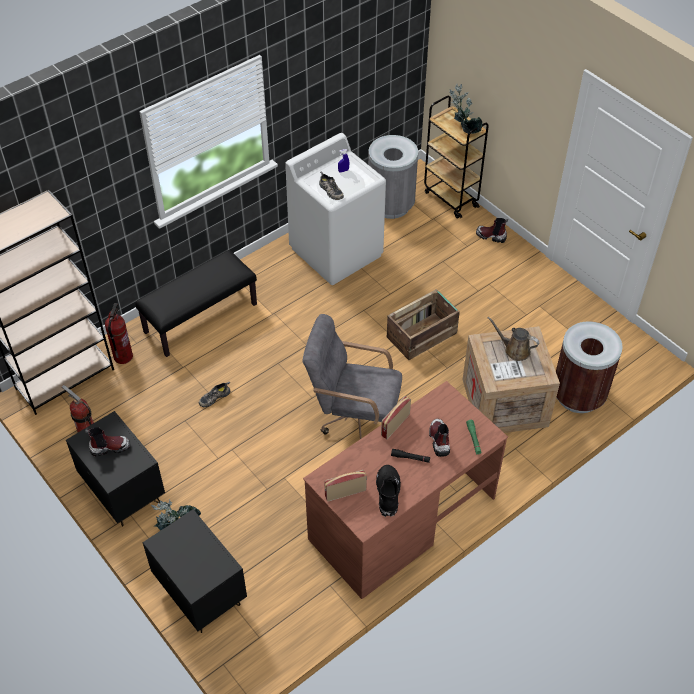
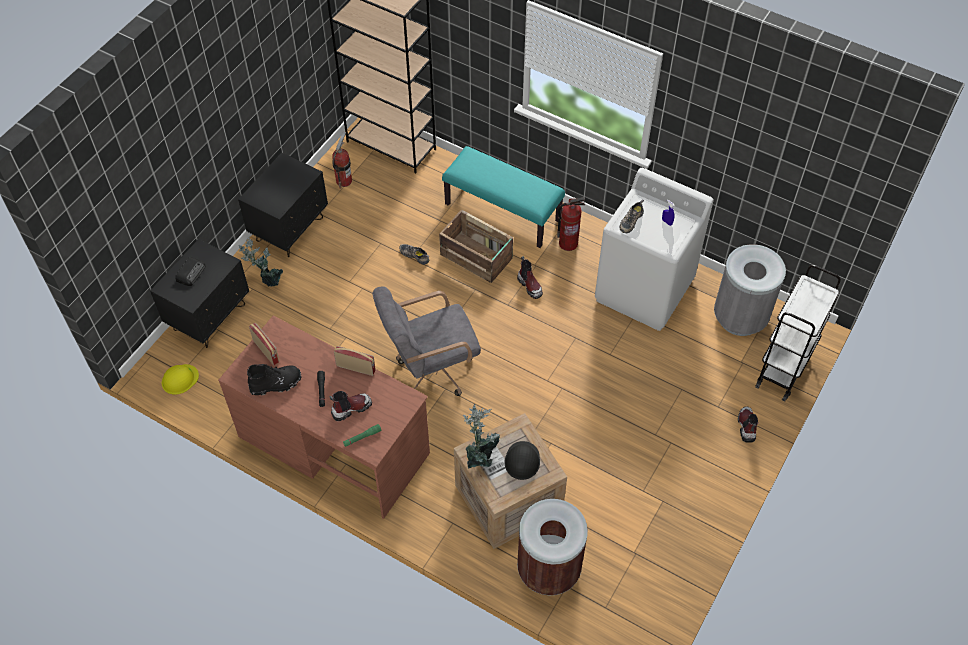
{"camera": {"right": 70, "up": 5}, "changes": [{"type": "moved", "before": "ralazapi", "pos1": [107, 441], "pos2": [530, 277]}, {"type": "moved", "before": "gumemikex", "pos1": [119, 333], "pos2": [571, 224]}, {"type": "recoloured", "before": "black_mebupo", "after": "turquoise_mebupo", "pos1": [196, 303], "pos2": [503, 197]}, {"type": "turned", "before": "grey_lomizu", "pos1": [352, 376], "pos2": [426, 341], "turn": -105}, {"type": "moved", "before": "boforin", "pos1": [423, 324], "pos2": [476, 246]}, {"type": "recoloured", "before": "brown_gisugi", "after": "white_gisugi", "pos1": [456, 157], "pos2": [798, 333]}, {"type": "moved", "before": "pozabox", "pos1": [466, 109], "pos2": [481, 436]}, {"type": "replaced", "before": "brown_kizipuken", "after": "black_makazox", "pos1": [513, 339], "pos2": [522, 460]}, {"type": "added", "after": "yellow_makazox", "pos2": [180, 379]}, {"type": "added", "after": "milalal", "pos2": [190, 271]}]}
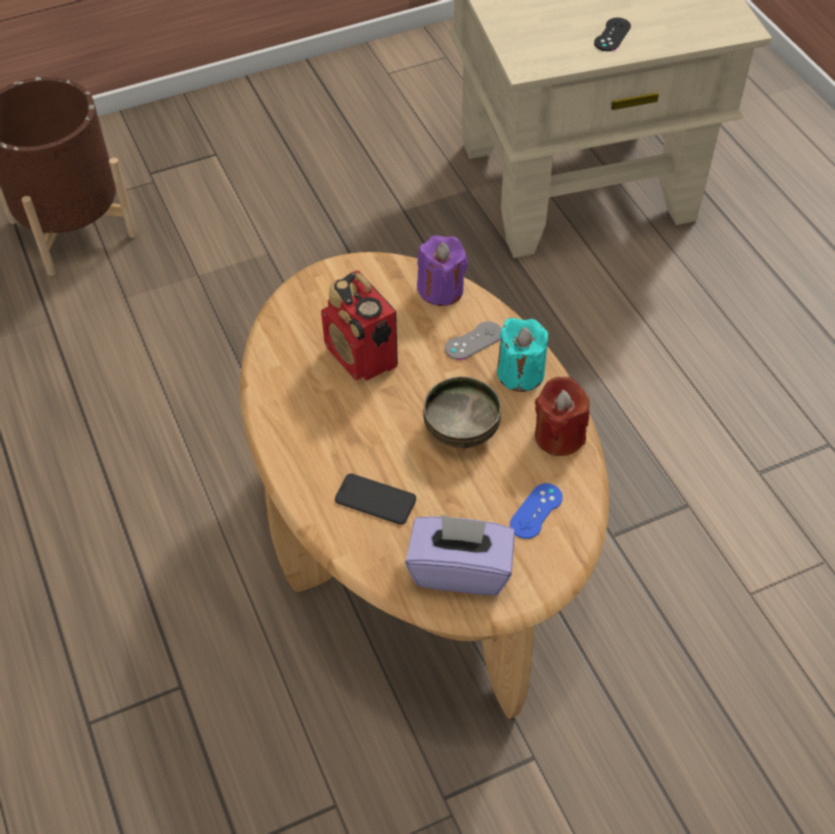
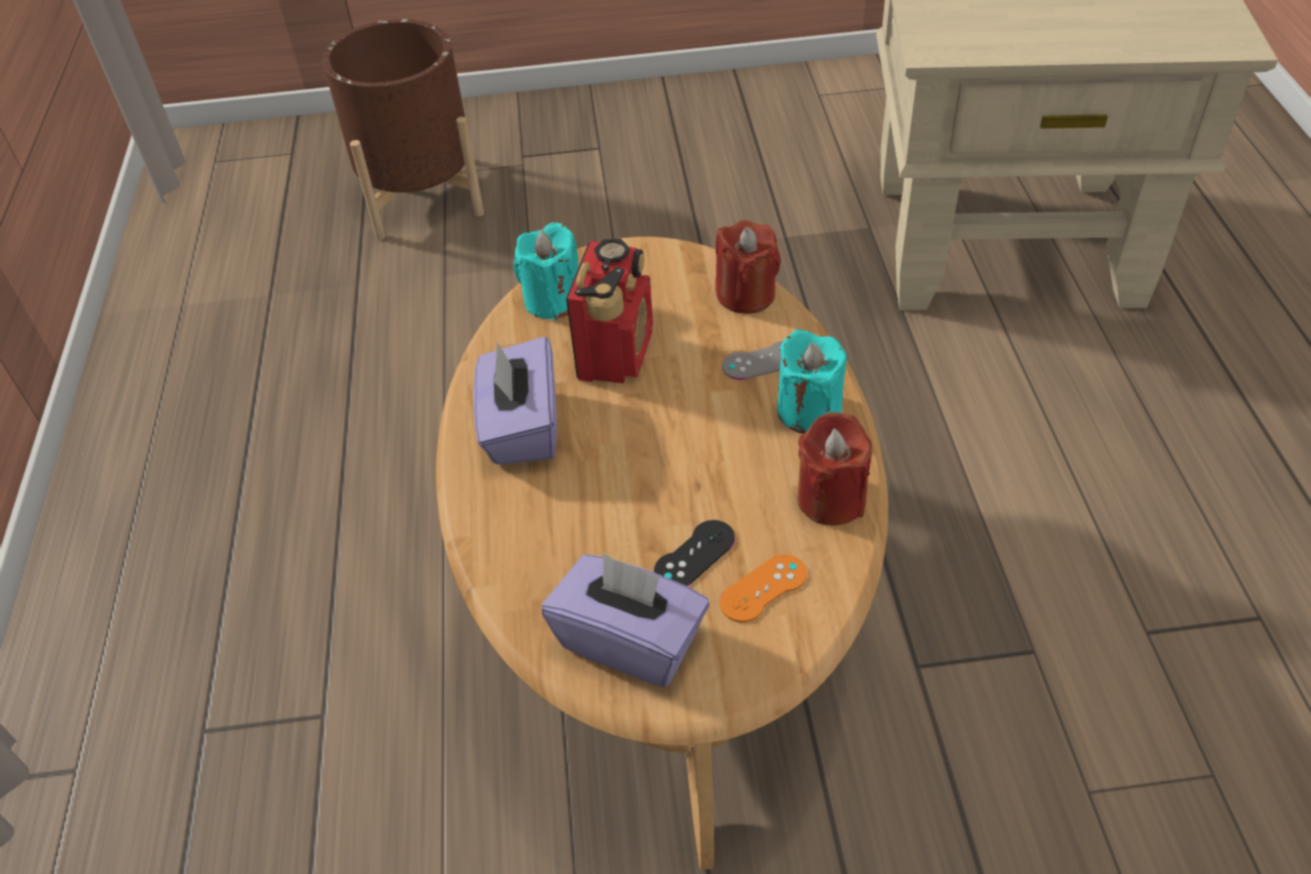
{"camera": {"right": 20, "up": -5}, "changes": [{"type": "turned", "before": "milalal", "pos1": [359, 325], "pos2": [609, 311], "turn": -150}, {"type": "removed", "before": "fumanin", "pos1": [375, 499]}, {"type": "recoloured", "before": "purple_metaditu", "after": "red_metaditu", "pos1": [442, 270], "pos2": [748, 267]}, {"type": "removed", "before": "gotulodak", "pos1": [462, 412]}, {"type": "recoloured", "before": "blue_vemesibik", "after": "orange_vemesibik", "pos1": [536, 511], "pos2": [763, 588]}, {"type": "moved", "before": "black_vemesibik", "pos1": [612, 34], "pos2": [694, 553]}, {"type": "added", "after": "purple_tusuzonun", "pos2": [515, 400]}, {"type": "added", "after": "turquoise_metaditu", "pos2": [546, 271]}]}
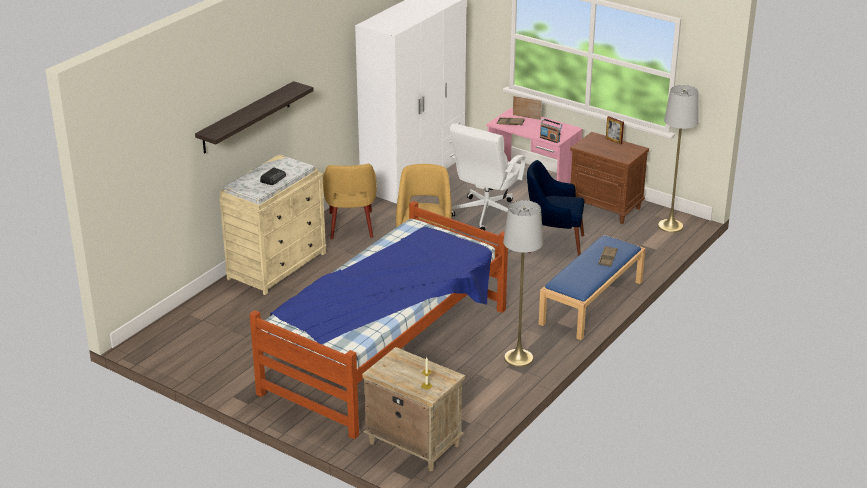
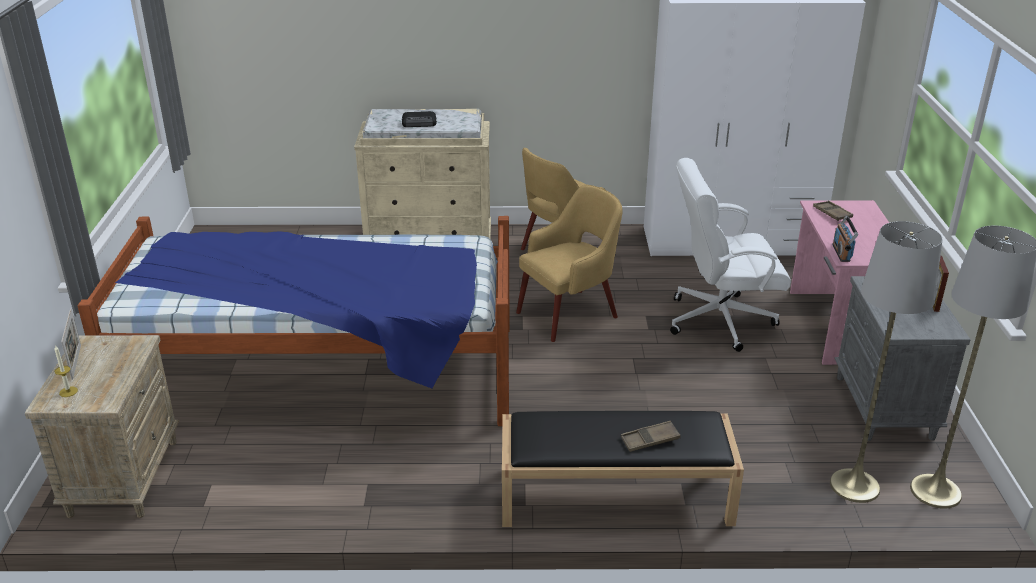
{"camera": {"right": 55, "up": 0}, "changes": [{"type": "removed", "before": "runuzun", "pos1": [254, 117]}, {"type": "moved", "before": "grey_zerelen", "pos1": [523, 283], "pos2": [886, 362]}, {"type": "moved", "before": "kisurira", "pos1": [527, 108], "pos2": [71, 344]}, {"type": "removed", "before": "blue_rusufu", "pos1": [555, 208]}, {"type": "recoloured", "before": "blue_mebupo", "after": "black_mebupo", "pos1": [592, 287], "pos2": [623, 469]}, {"type": "recoloured", "before": "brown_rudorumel", "after": "grey_rudorumel", "pos1": [609, 178], "pos2": [902, 358]}]}
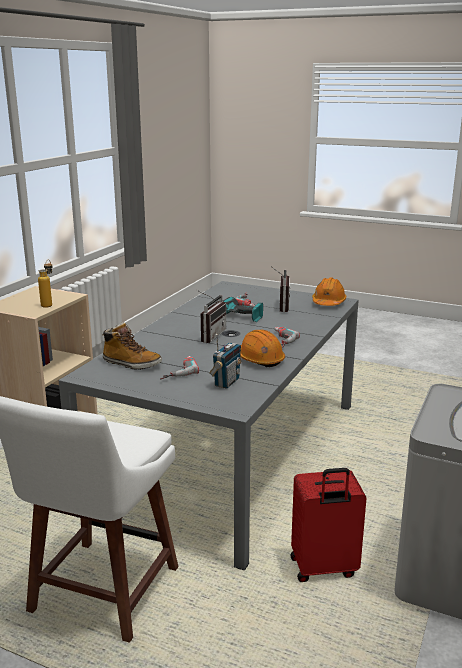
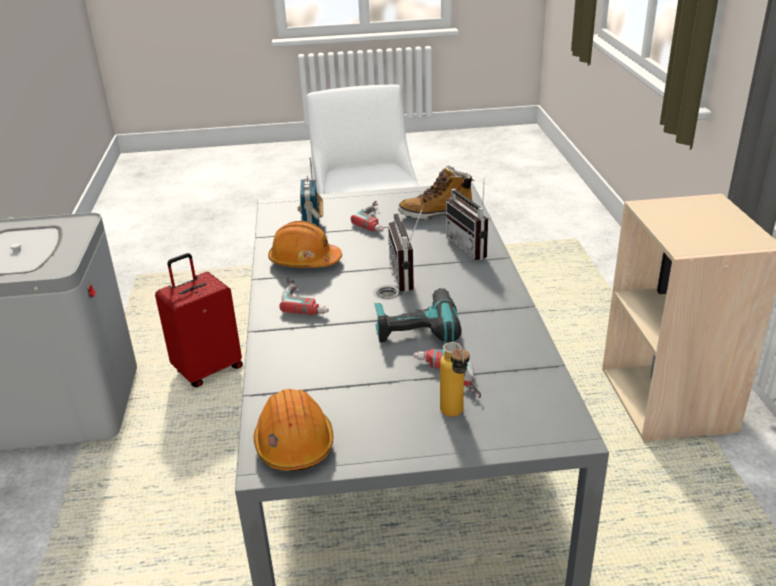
{"camera": {"right": 150, "up": 10}, "changes": [{"type": "moved", "before": "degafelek", "pos1": [45, 284], "pos2": [454, 379]}, {"type": "moved", "before": "milalal", "pos1": [280, 289], "pos2": [467, 219]}]}
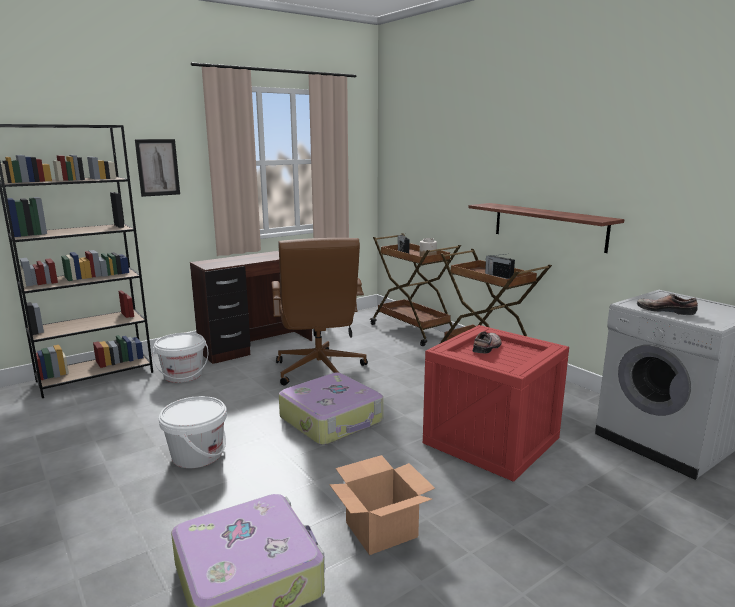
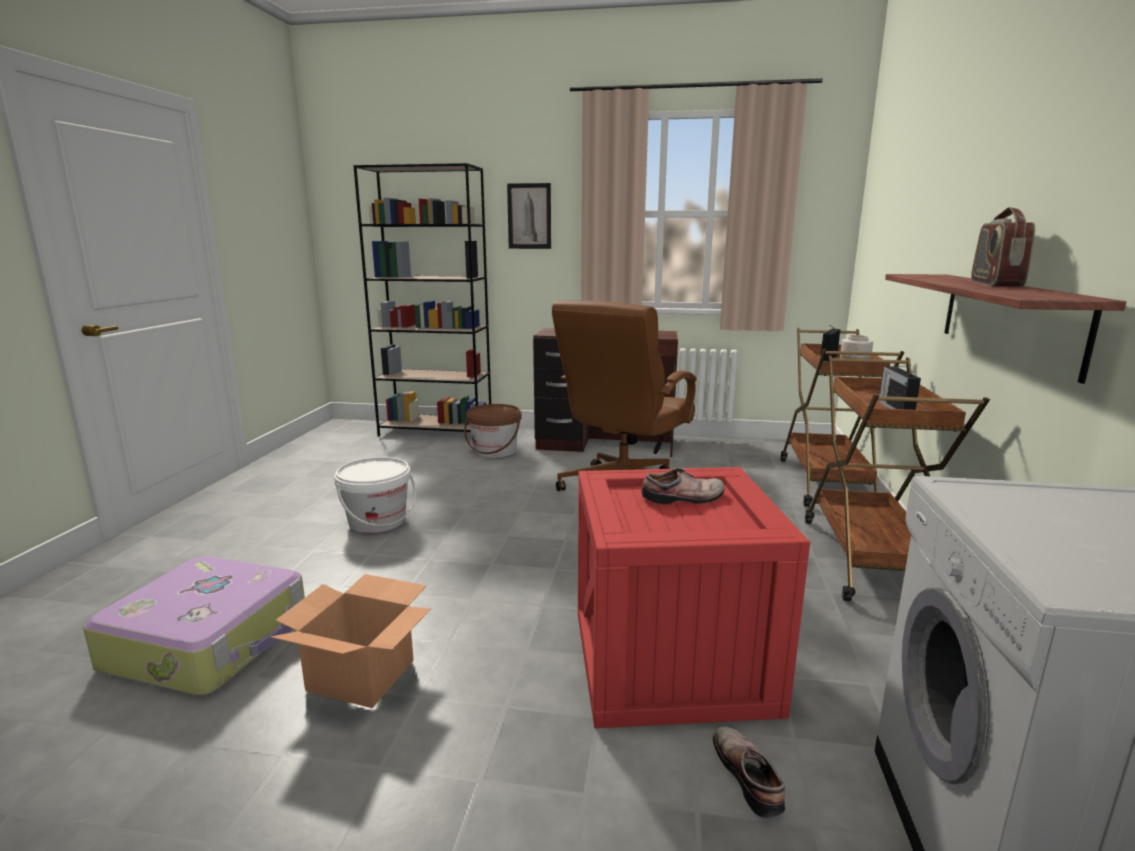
{"camera": {"right": 45, "up": 0}, "changes": [{"type": "recoloured", "before": "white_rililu", "after": "brown_rililu", "pos1": [180, 358], "pos2": [493, 431]}, {"type": "removed", "before": "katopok", "pos1": [331, 409]}, {"type": "moved", "before": "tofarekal", "pos1": [667, 304], "pos2": [749, 772]}, {"type": "added", "after": "milalal", "pos2": [1003, 247]}]}
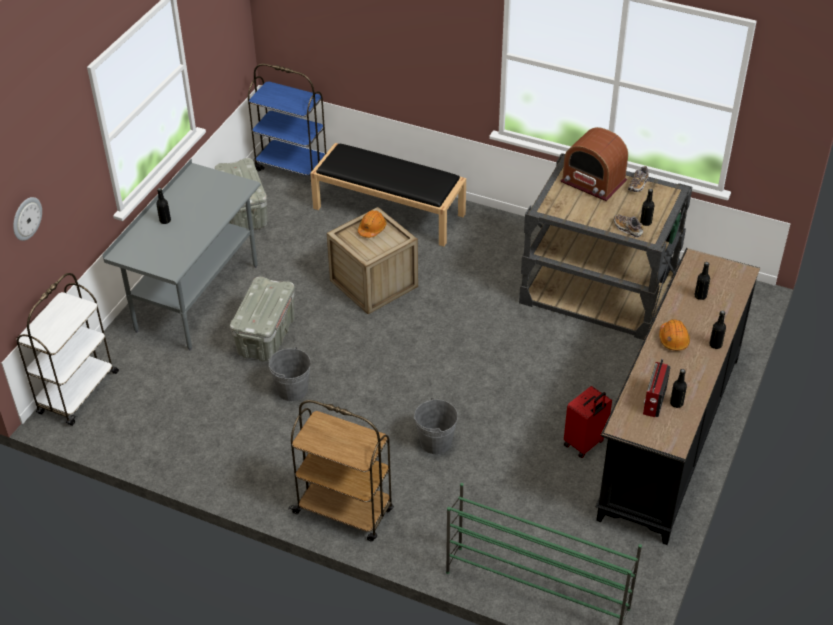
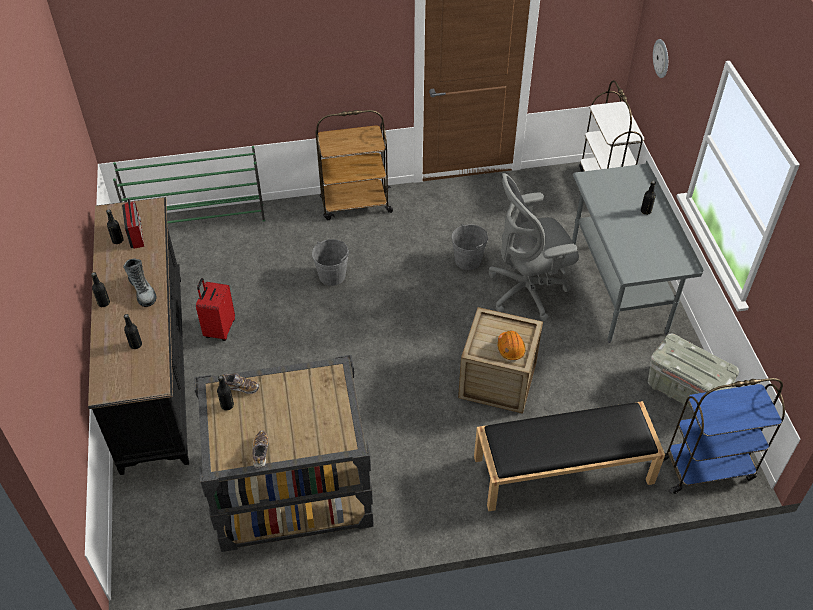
{"camera": {"right": 145, "up": 5}, "changes": [{"type": "replaced", "before": "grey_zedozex", "after": "grey_lomizu", "pos1": [262, 319], "pos2": [534, 247]}, {"type": "removed", "before": "milalal", "pos1": [594, 164]}, {"type": "replaced", "before": "orange_makazox", "after": "ralazapi", "pos1": [674, 335], "pos2": [140, 282]}]}
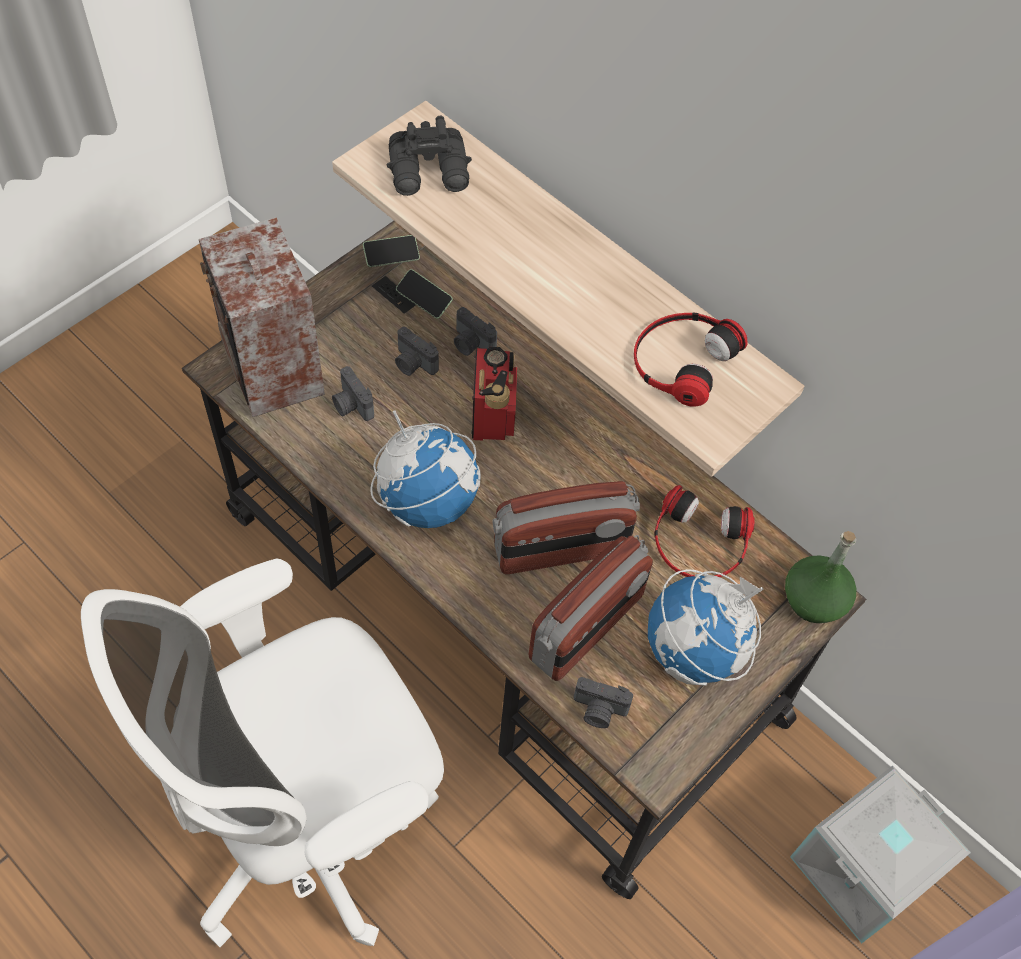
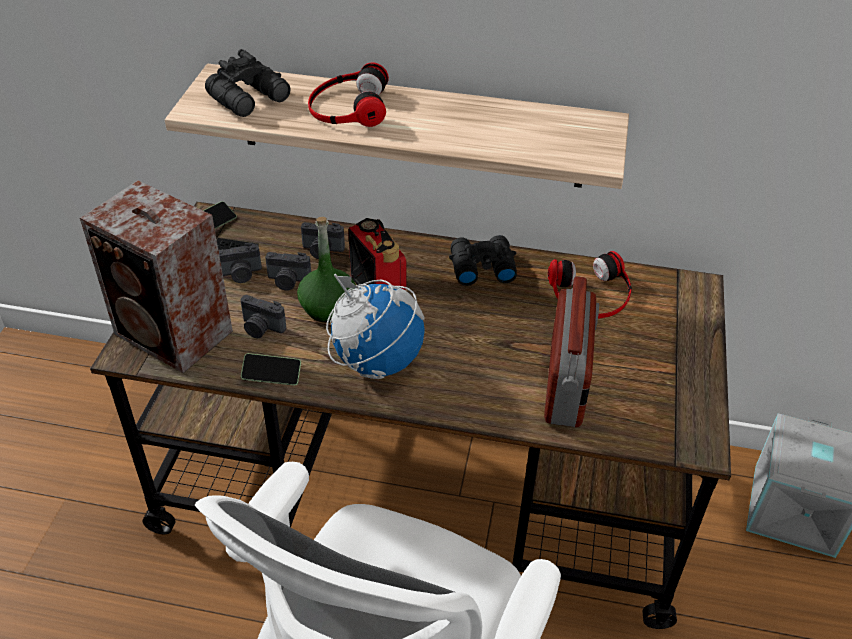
{"camera": {"right": -30, "up": -15}, "changes": [{"type": "moved", "before": "fumanin", "pos1": [424, 294], "pos2": [271, 369]}, {"type": "removed", "before": "milalal", "pos1": [566, 527]}, {"type": "moved", "before": "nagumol", "pos1": [603, 702], "pos2": [240, 262]}, {"type": "moved", "before": "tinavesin", "pos1": [691, 359], "pos2": [348, 94]}, {"type": "removed", "before": "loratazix", "pos1": [705, 627]}, {"type": "moved", "before": "green_degafelek", "pos1": [820, 577], "pos2": [326, 270]}, {"type": "added", "after": "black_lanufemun", "pos2": [483, 260]}]}
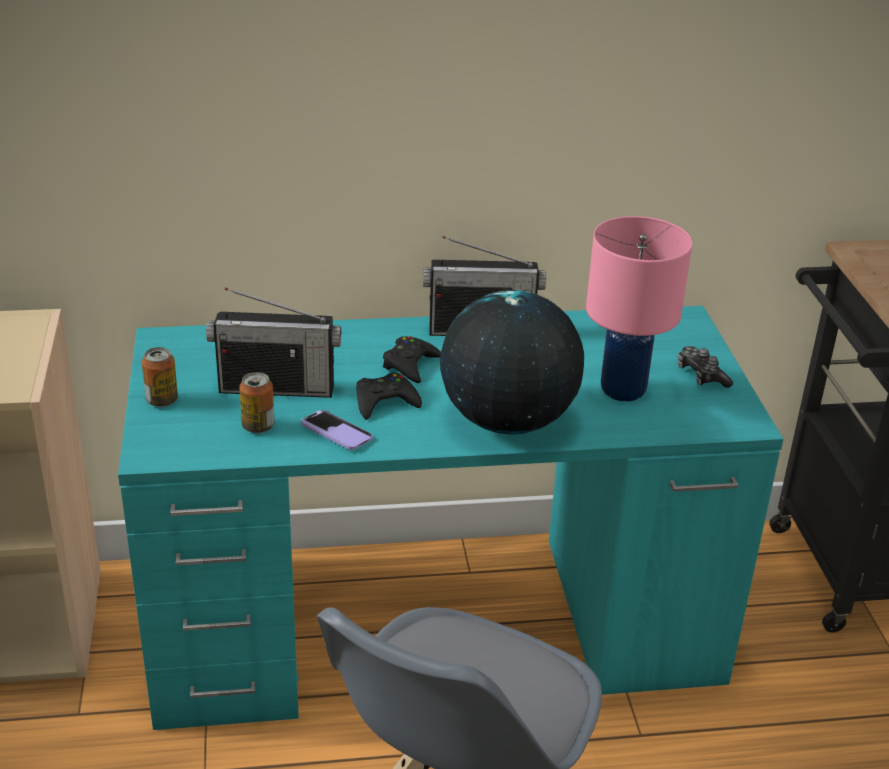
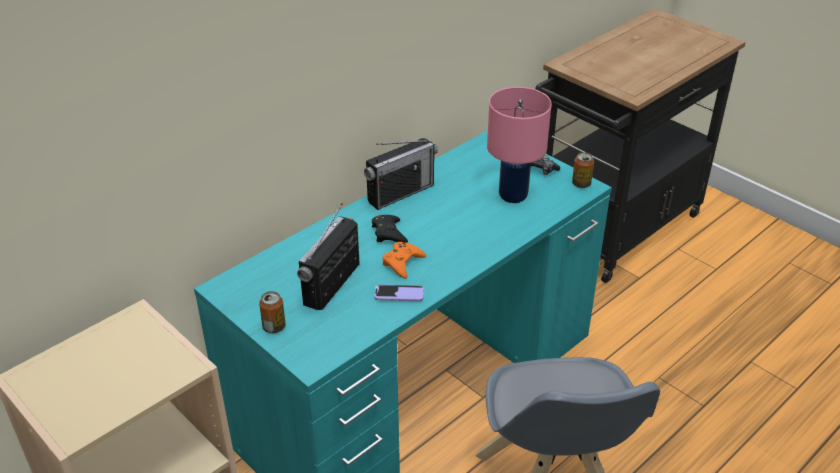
{"camera": {"right": -35, "up": 5}, "changes": [{"type": "turned", "before": "milalal", "pos1": [273, 342], "pos2": [328, 256], "turn": 150}, {"type": "moved", "before": "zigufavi", "pos1": [257, 402], "pos2": [583, 170]}, {"type": "recoloured", "before": "black_vemesibik", "after": "orange_vemesibik", "pos1": [389, 396], "pos2": [404, 260]}, {"type": "removed", "before": "loratazix", "pos1": [512, 362]}]}
